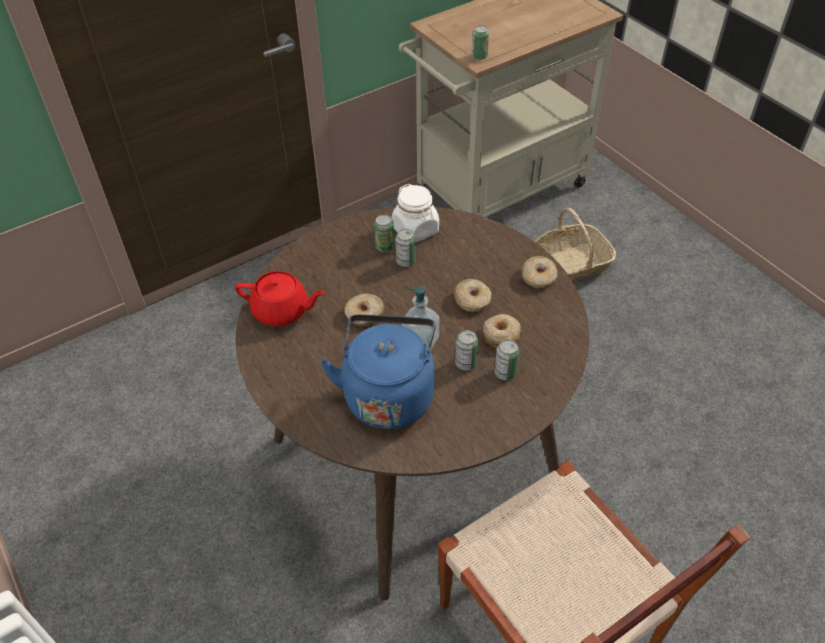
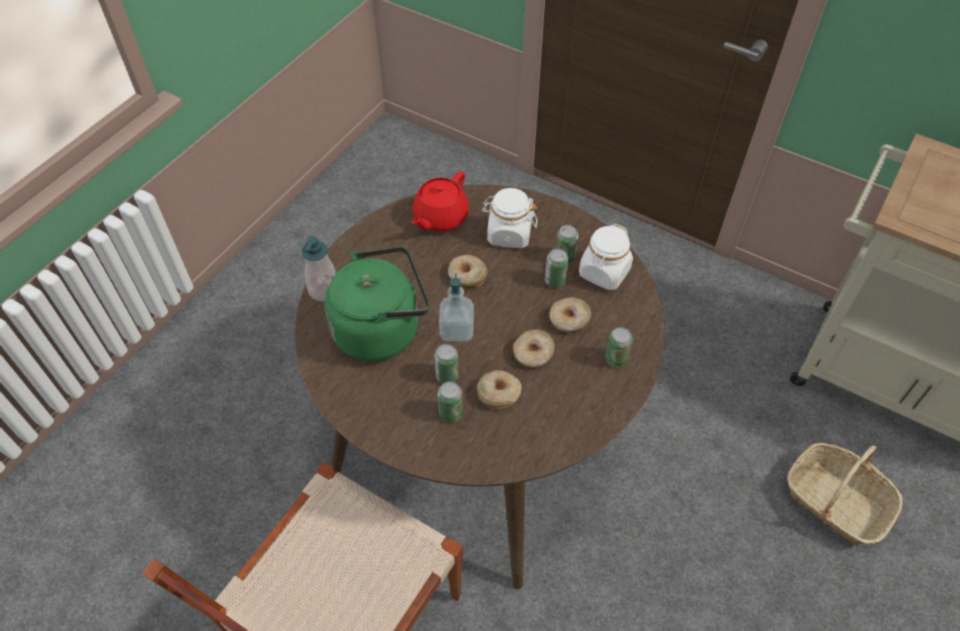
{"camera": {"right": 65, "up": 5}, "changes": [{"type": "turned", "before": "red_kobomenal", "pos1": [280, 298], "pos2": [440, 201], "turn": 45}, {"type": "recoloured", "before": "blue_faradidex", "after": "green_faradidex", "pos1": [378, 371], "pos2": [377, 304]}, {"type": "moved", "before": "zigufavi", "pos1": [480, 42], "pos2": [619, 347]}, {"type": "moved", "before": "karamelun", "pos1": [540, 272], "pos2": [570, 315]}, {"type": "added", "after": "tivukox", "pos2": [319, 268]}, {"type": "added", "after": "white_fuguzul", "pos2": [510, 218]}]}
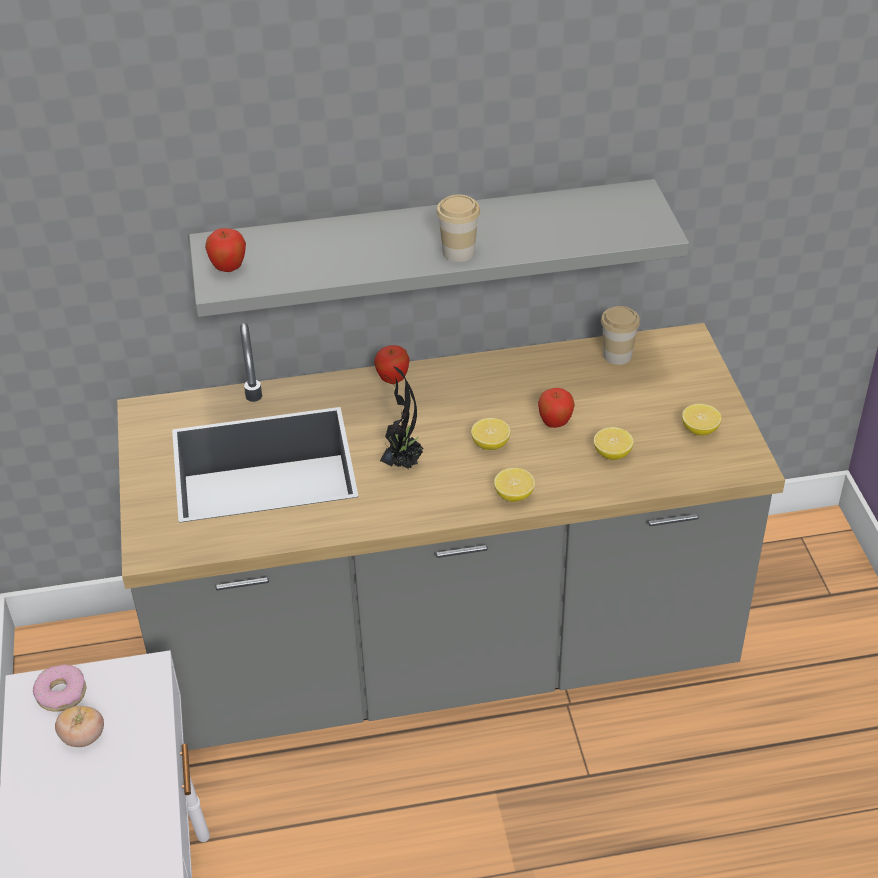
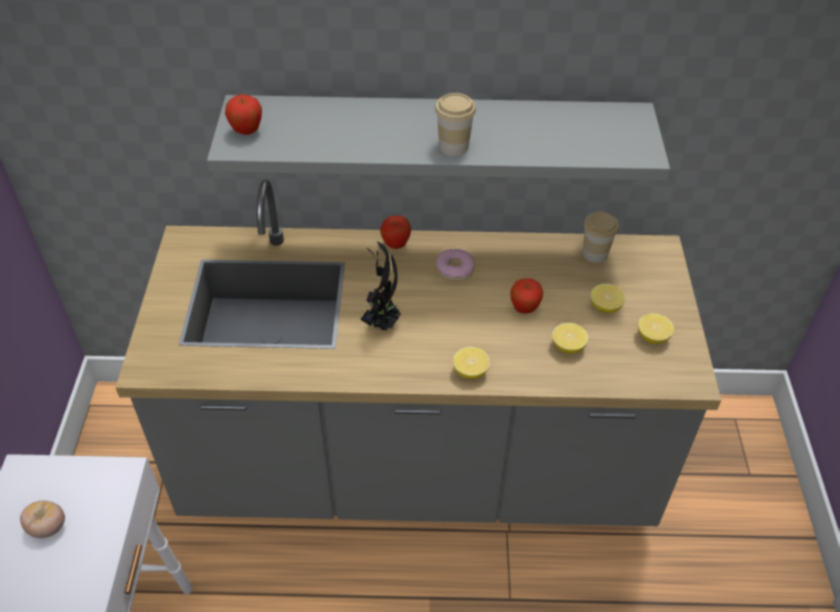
{"camera": {"right": 10, "up": 5}, "changes": [{"type": "moved", "before": "karamelun", "pos1": [59, 688], "pos2": [455, 265]}, {"type": "moved", "before": "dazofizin", "pos1": [491, 434], "pos2": [608, 298]}]}
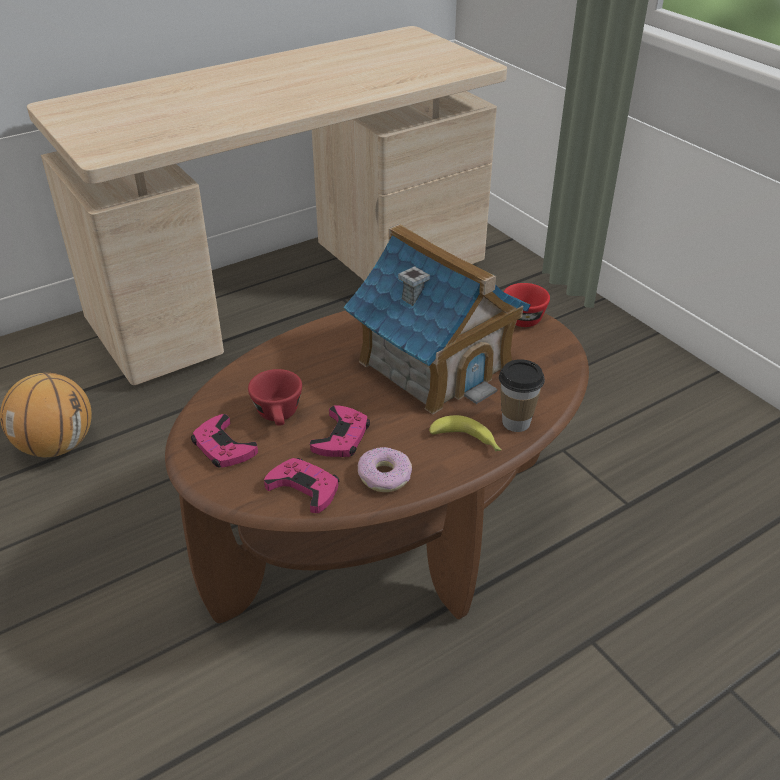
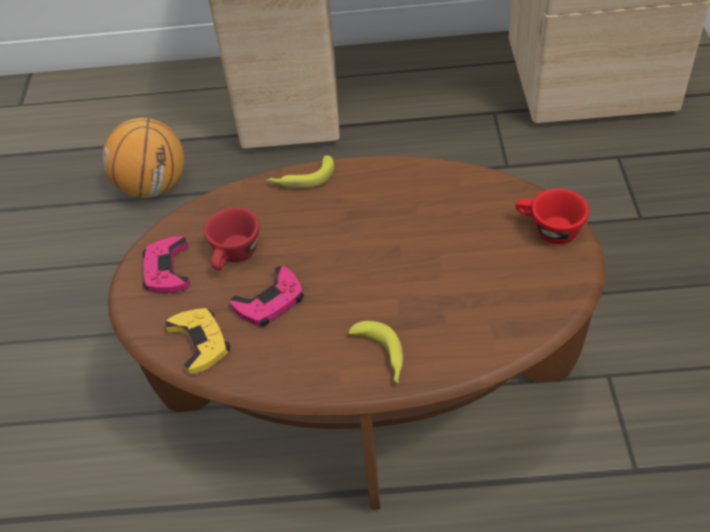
{"camera": {"right": 35, "up": 10}, "changes": [{"type": "recoloured", "before": "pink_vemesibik", "after": "yellow_vemesibik", "pos1": [301, 485], "pos2": [197, 341]}, {"type": "removed", "before": "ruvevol", "pos1": [437, 319]}, {"type": "removed", "before": "karamelun", "pos1": [385, 469]}, {"type": "removed", "before": "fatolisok", "pos1": [522, 395]}, {"type": "added", "after": "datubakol", "pos2": [300, 171]}]}
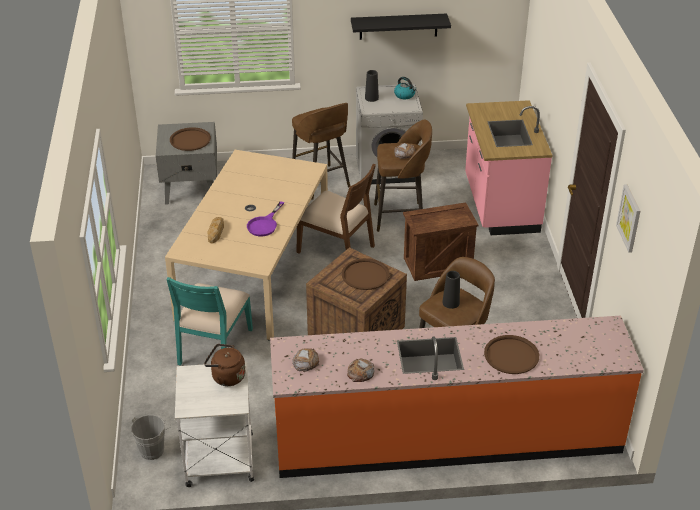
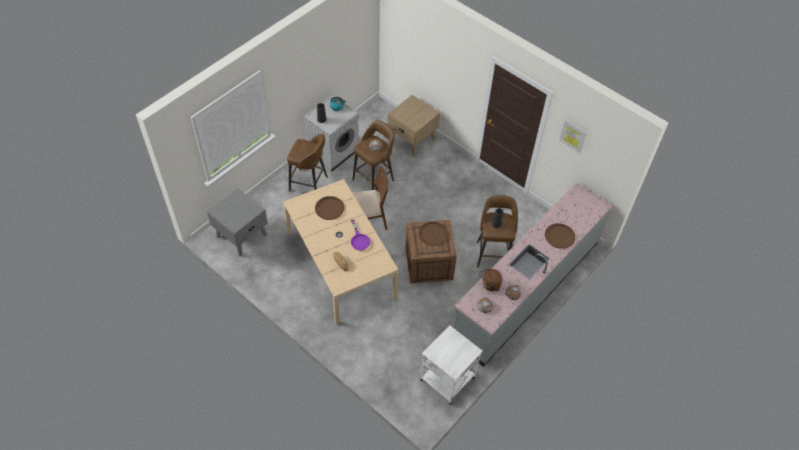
{"camera": {"right": -45, "up": 15}, "changes": [{"type": "removed", "before": "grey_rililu", "pos1": [151, 437]}, {"type": "removed", "before": "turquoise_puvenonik", "pos1": [210, 321]}, {"type": "moved", "before": "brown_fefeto", "pos1": [190, 139], "pos2": [329, 208]}, {"type": "moved", "before": "brown_faradidex", "pos1": [225, 365], "pos2": [490, 279]}, {"type": "recoloured", "before": "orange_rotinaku", "after": "grey_rotinaku", "pos1": [457, 397], "pos2": [533, 275]}, {"type": "removed", "before": "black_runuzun", "pos1": [401, 27]}, {"type": "removed", "before": "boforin", "pos1": [440, 241]}, {"type": "replaced", "before": "pink_rotinaku", "after": "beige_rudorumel", "pos1": [508, 167], "pos2": [414, 126]}]}
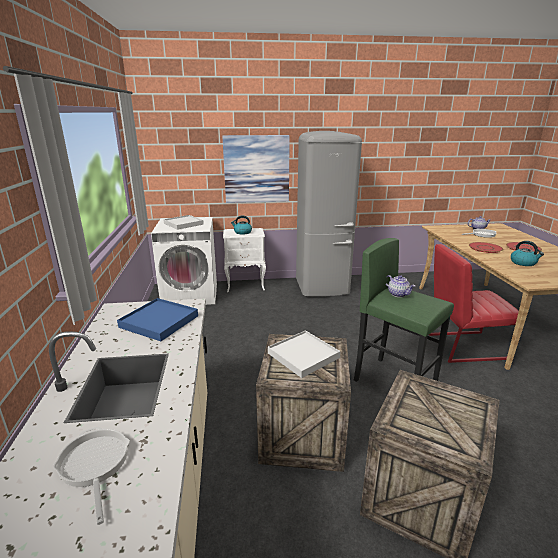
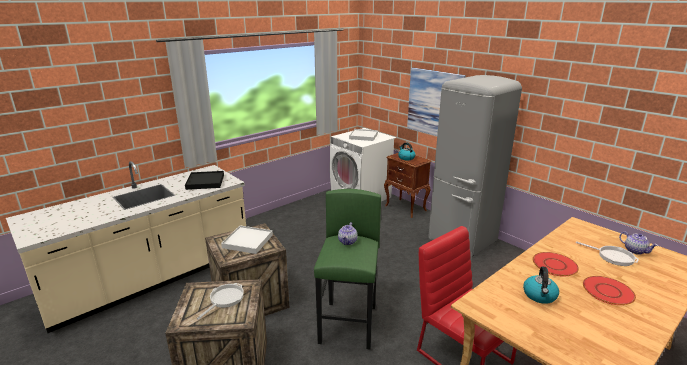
{"camera": {"right": 55, "up": 0}, "changes": [{"type": "moved", "before": "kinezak", "pos1": [91, 476], "pos2": [220, 301]}, {"type": "recoloured", "before": "blue_fefeto", "after": "black_fefeto", "pos1": [157, 319], "pos2": [204, 180]}, {"type": "recoloured", "before": "white_rudorumel", "after": "brown_rudorumel", "pos1": [244, 260], "pos2": [408, 185]}]}
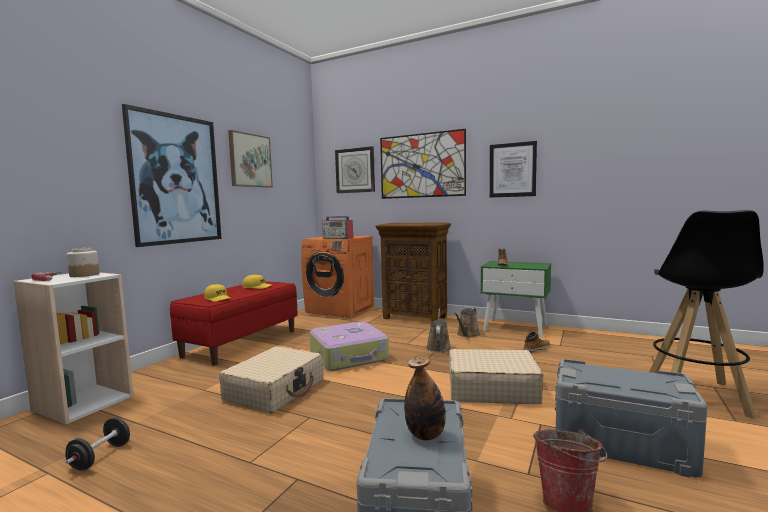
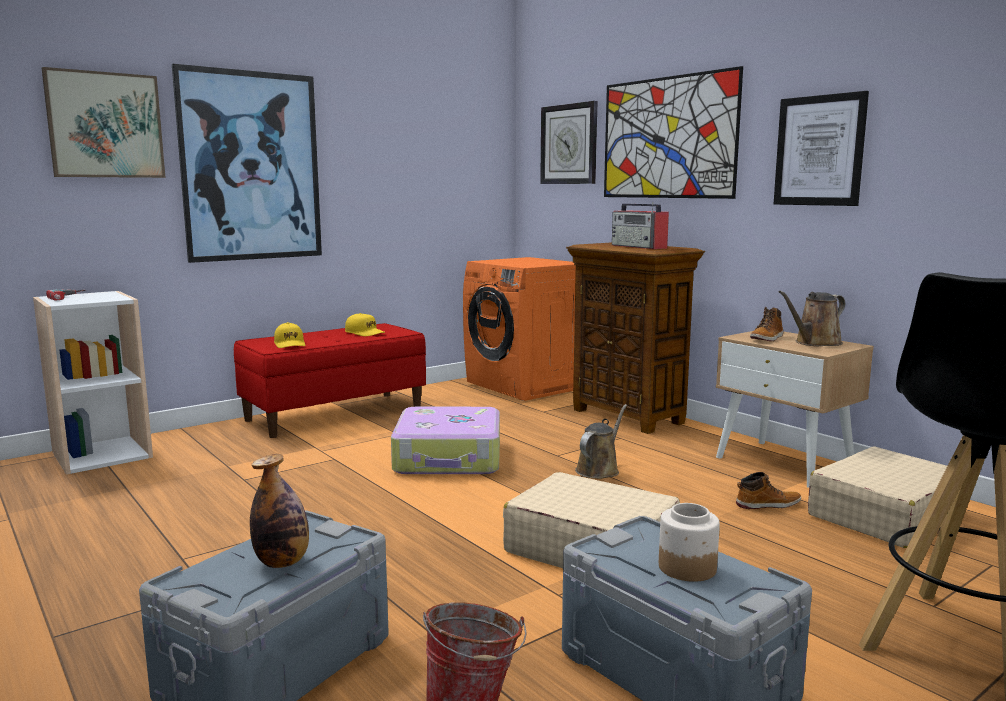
{"camera": {"right": 25, "up": 5}, "changes": [{"type": "removed", "before": "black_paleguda", "pos1": [97, 444]}, {"type": "moved", "before": "fuguzul", "pos1": [83, 262], "pos2": [689, 542]}, {"type": "moved", "before": "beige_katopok", "pos1": [271, 380], "pos2": [877, 497]}, {"type": "moved", "before": "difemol", "pos1": [250, 158], "pos2": [103, 122]}, {"type": "moved", "before": "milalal", "pos1": [337, 227], "pos2": [640, 225]}, {"type": "moved", "before": "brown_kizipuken", "pos1": [467, 322], "pos2": [812, 318]}, {"type": "recoloured", "before": "green_rudorumel", "after": "beige_rudorumel", "pos1": [516, 299], "pos2": [795, 409]}]}
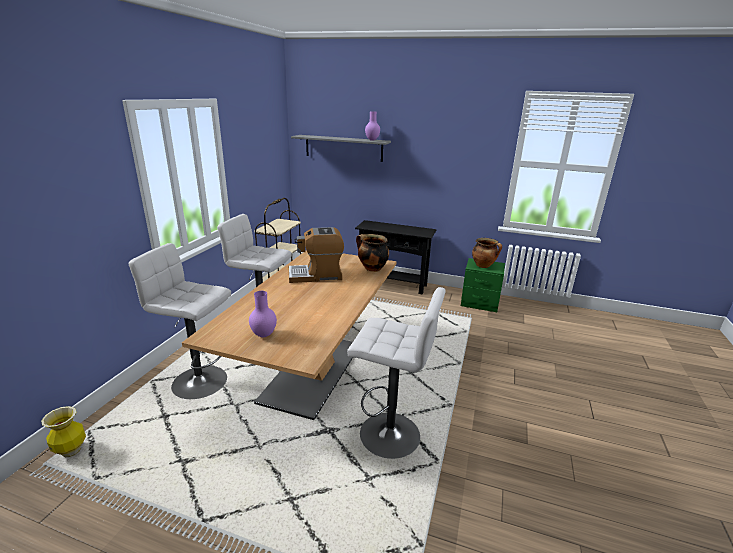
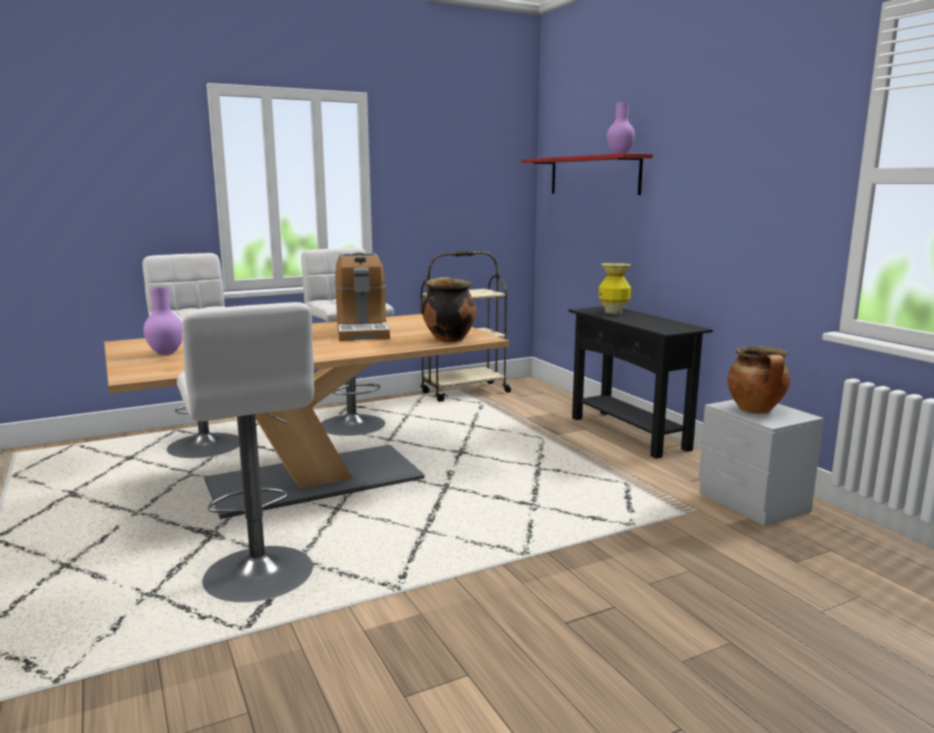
{"camera": {"right": 45, "up": -10}, "changes": [{"type": "moved", "before": "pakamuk", "pos1": [63, 431], "pos2": [614, 288]}, {"type": "turned", "before": "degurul", "pos1": [316, 255], "pos2": [362, 296], "turn": -135}, {"type": "recoloured", "before": "grey_runuzun", "after": "red_runuzun", "pos1": [341, 148], "pos2": [587, 174]}, {"type": "recoloured", "before": "green_rudorumel", "after": "grey_rudorumel", "pos1": [483, 285], "pos2": [761, 463]}]}
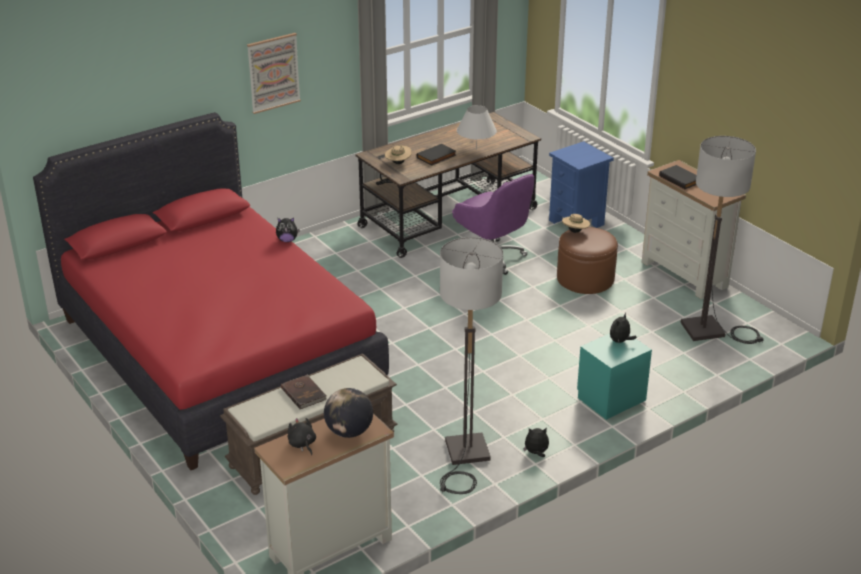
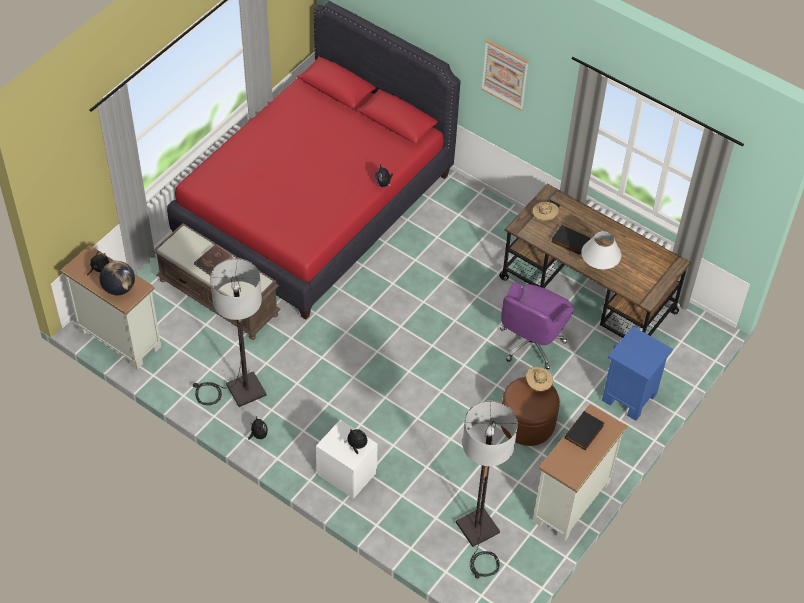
{"camera": {"right": 70, "up": 20}, "changes": [{"type": "recoloured", "before": "turquoise_rudorumel", "after": "white_rudorumel", "pos1": [614, 377], "pos2": [347, 459]}]}
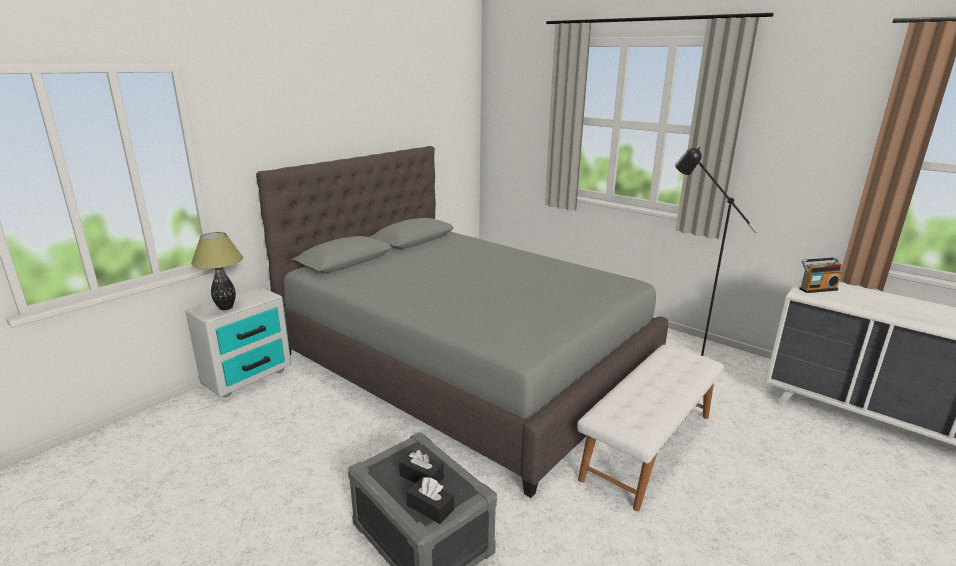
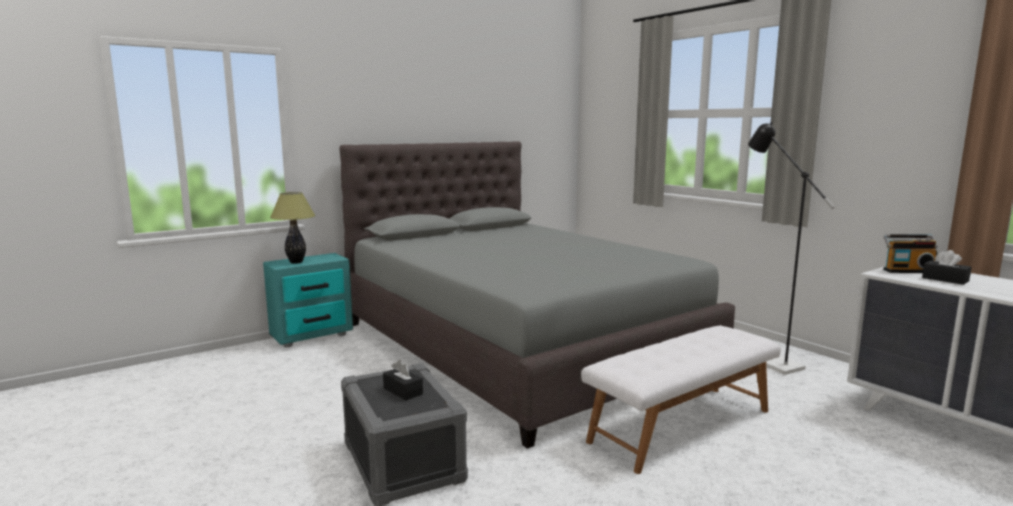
{"camera": {"right": 15, "up": -10}, "changes": [{"type": "recoloured", "before": "white_rudorumel", "after": "turquoise_rudorumel", "pos1": [238, 342], "pos2": [308, 300]}, {"type": "moved", "before": "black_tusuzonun", "pos1": [430, 500], "pos2": [947, 267]}]}
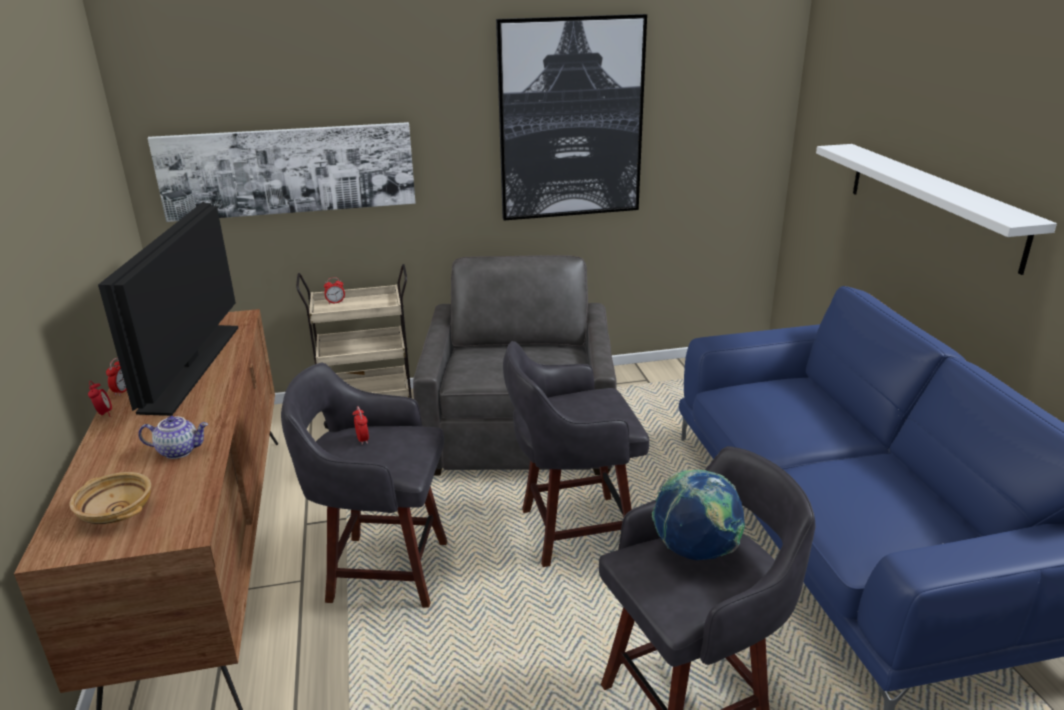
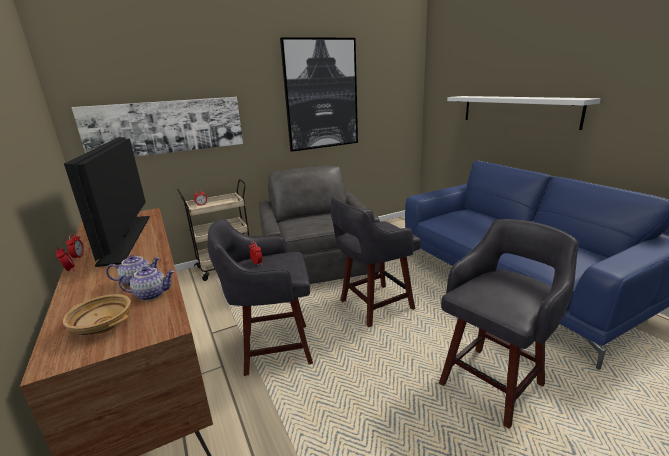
{"camera": {"right": -15, "up": -5}, "changes": [{"type": "removed", "before": "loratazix", "pos1": [698, 515]}, {"type": "added", "after": "kobomenal", "pos2": [147, 284]}]}
